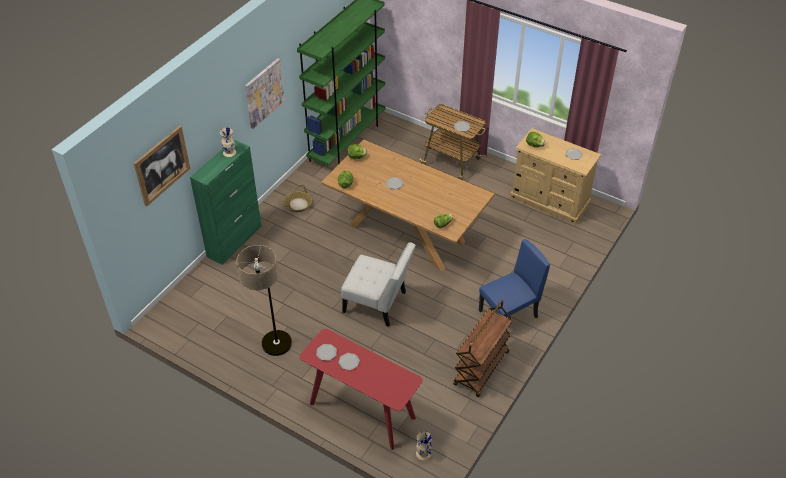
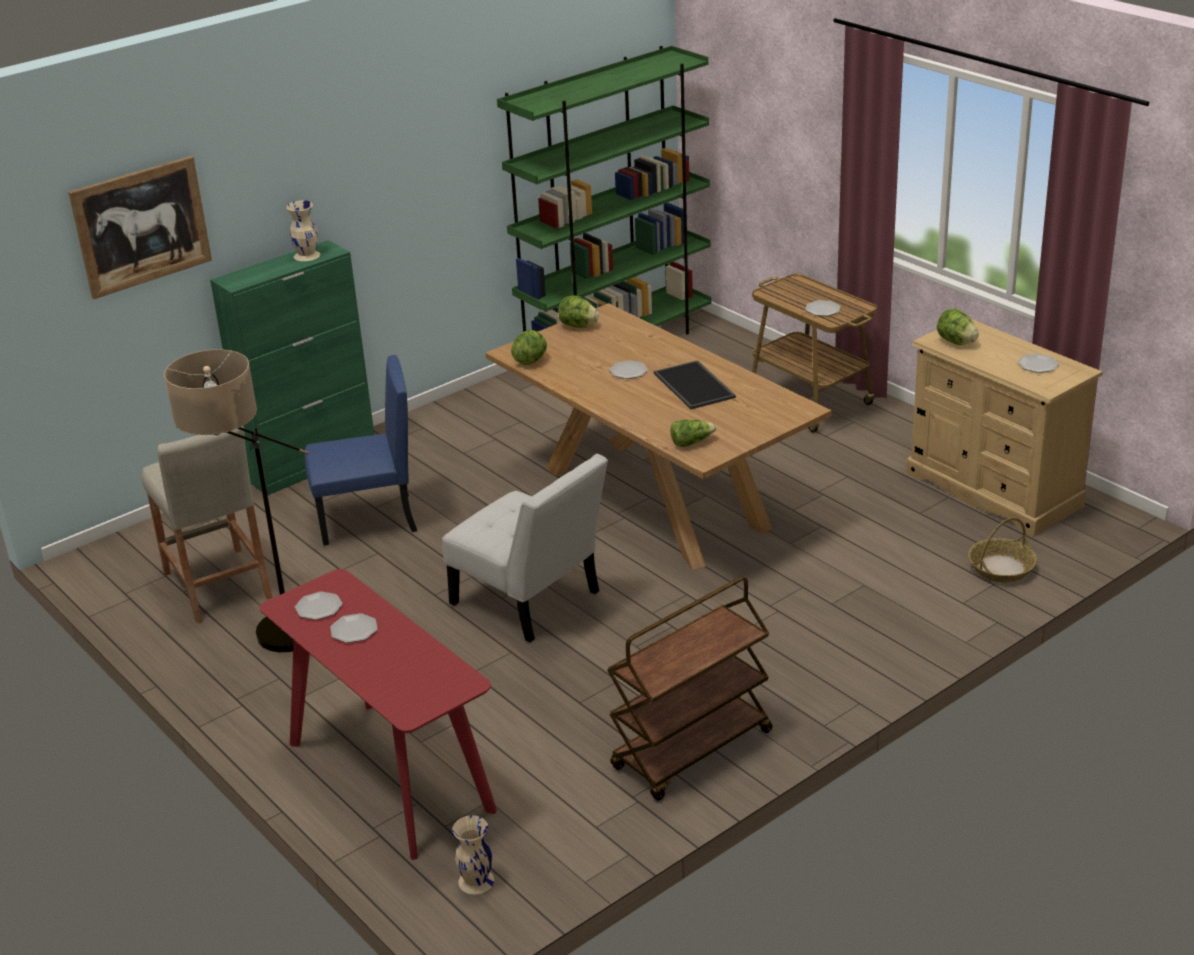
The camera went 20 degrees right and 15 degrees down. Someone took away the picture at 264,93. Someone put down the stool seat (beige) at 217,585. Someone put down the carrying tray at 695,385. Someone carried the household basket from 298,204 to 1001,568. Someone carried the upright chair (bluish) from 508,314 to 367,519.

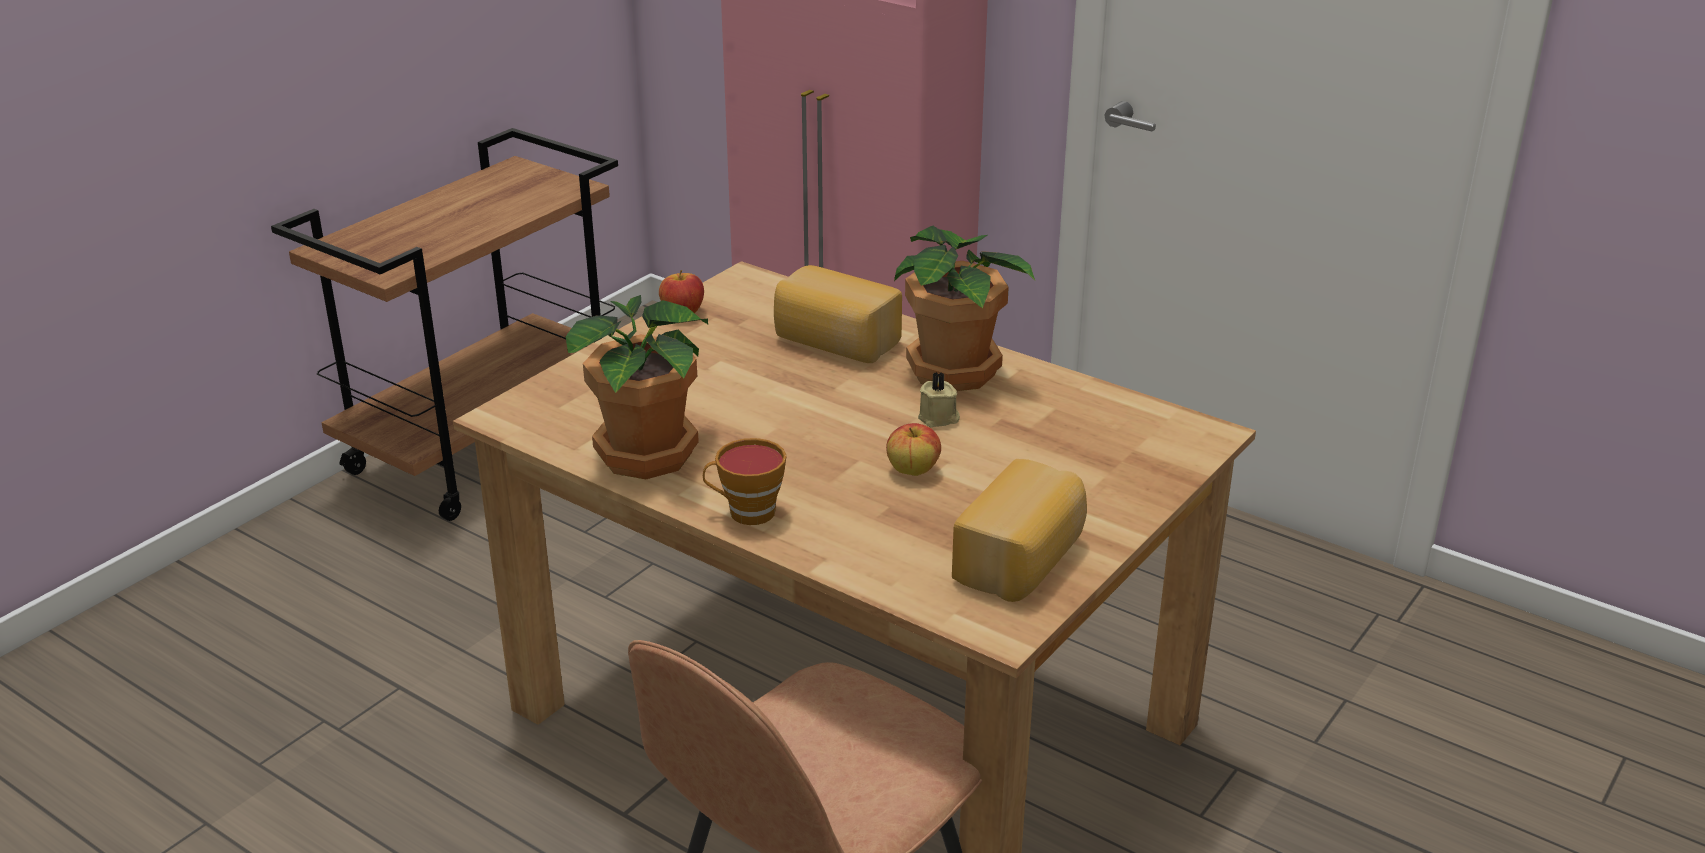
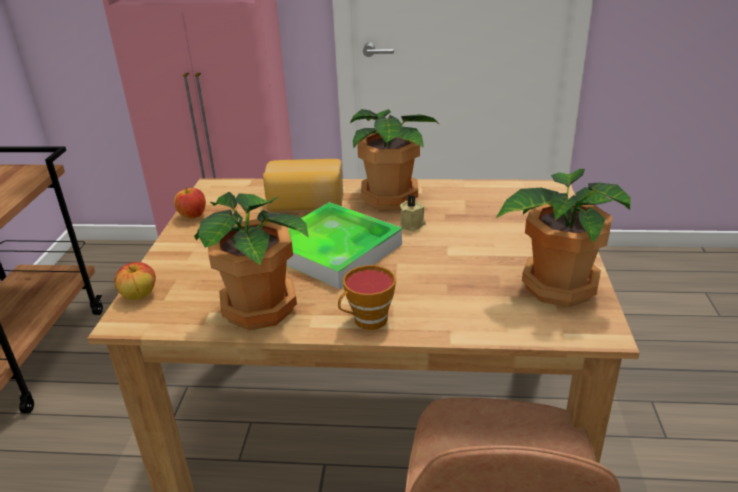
The camera went 30 degrees left and 0 degrees up. Someone put down the carrying tray at 334,250. Someone carried the whole apple from 913,470 to 139,295. Someone swapped the baked bread at 1022,560 for the houseplant at 556,286.

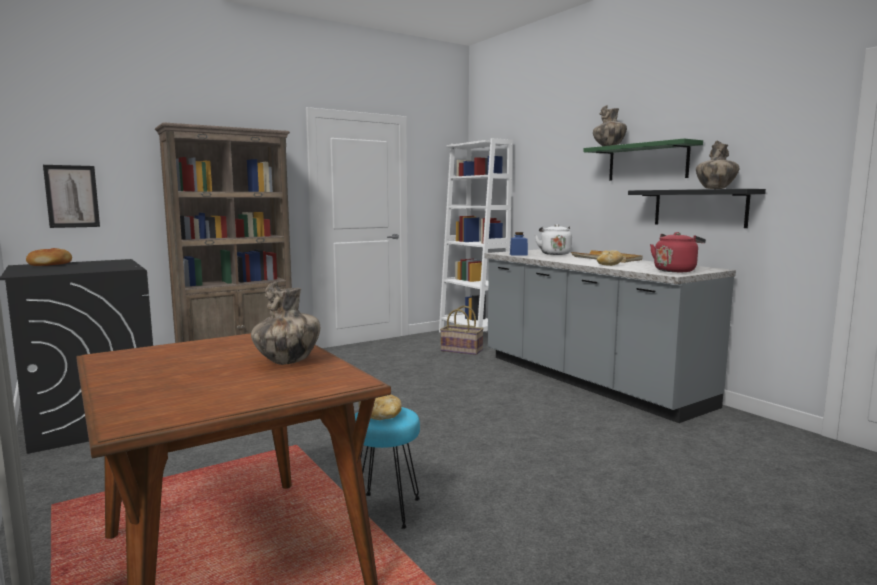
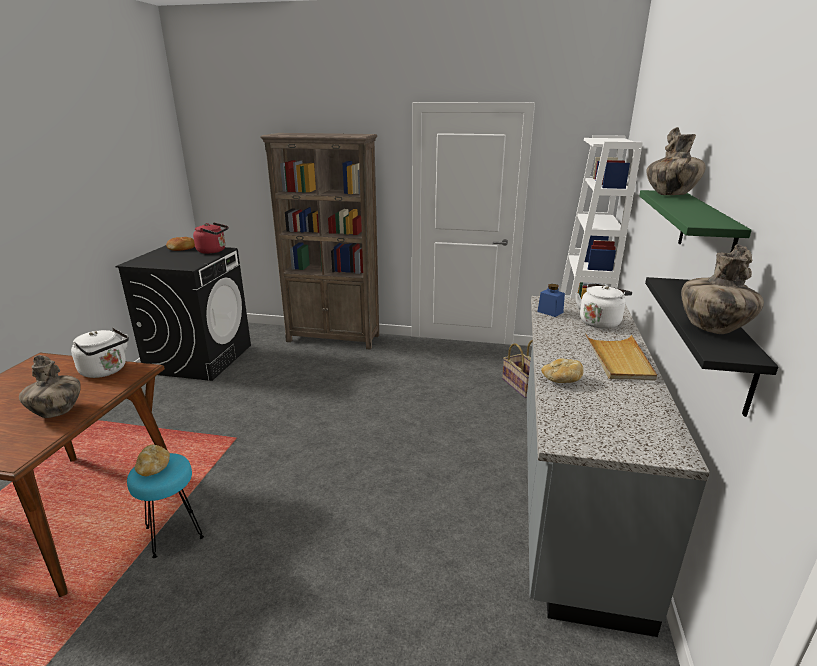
The camera went 45 degrees right and 15 degrees up. Someone took away the picture at 72,196. Someone put down the kettle (white) at 106,371. Someone carried the kettle (red) from 675,270 to 213,251.

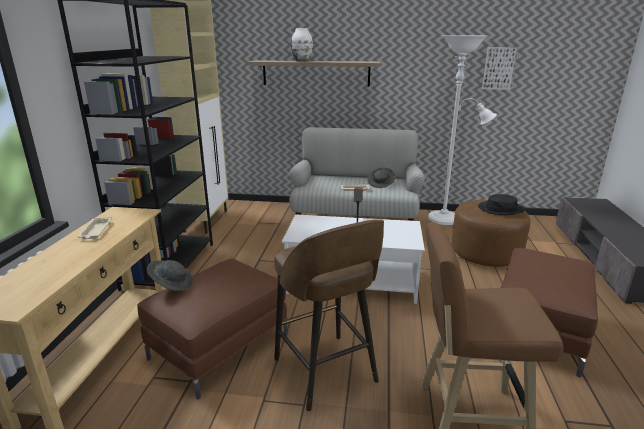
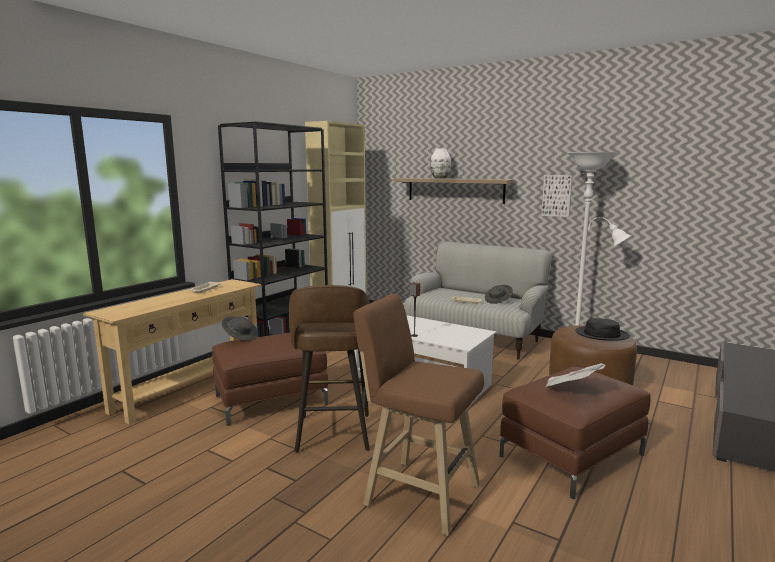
The camera went 25 degrees right and 10 degrees down. Someone put down the daily paper at 571,389. Someone carried the picture from 498,68 to 557,195.

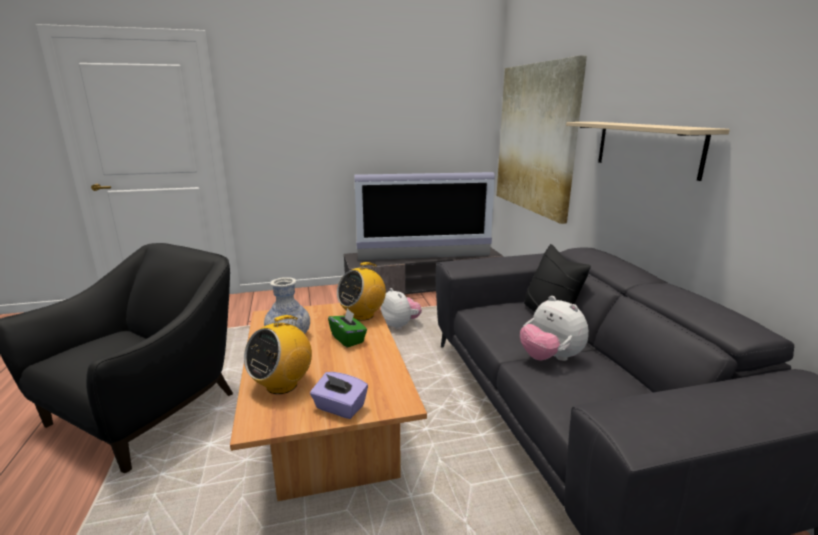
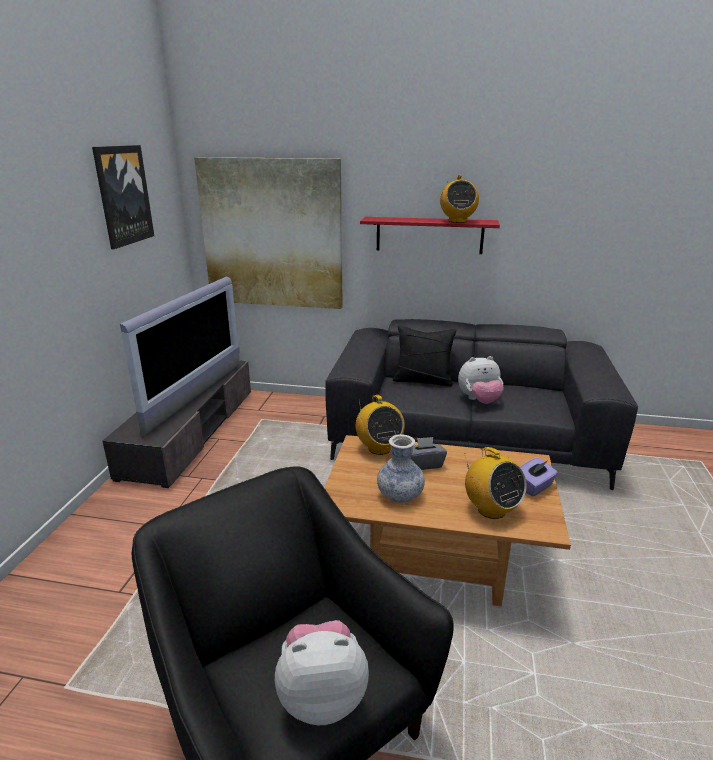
The camera went 65 degrees left and 5 degrees up. Someone put up the picture at 123,195. Someone put down the radio at 457,221. Someone carried the soft toy from 400,325 to 322,695. Someone repainted the tissue box (green-coloured) at 348,339, which became the tissue box (greyish) at 424,464. Someone repainted the shelf (beige) at 647,147, which became the shelf (red) at 429,235.

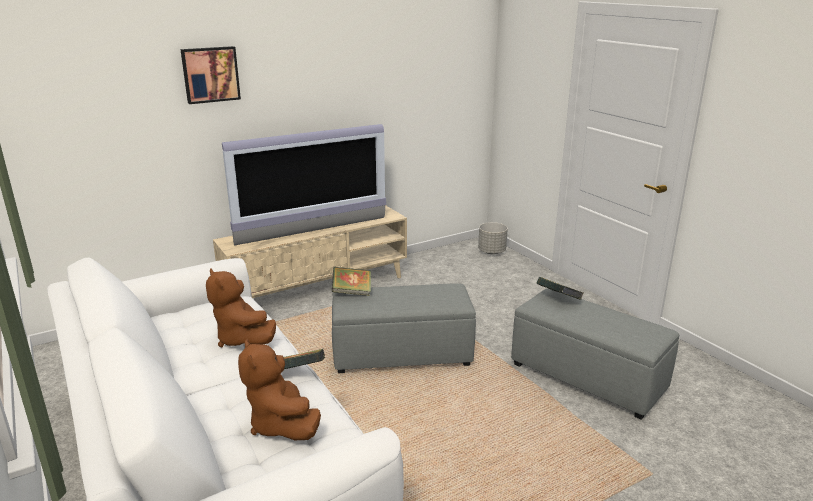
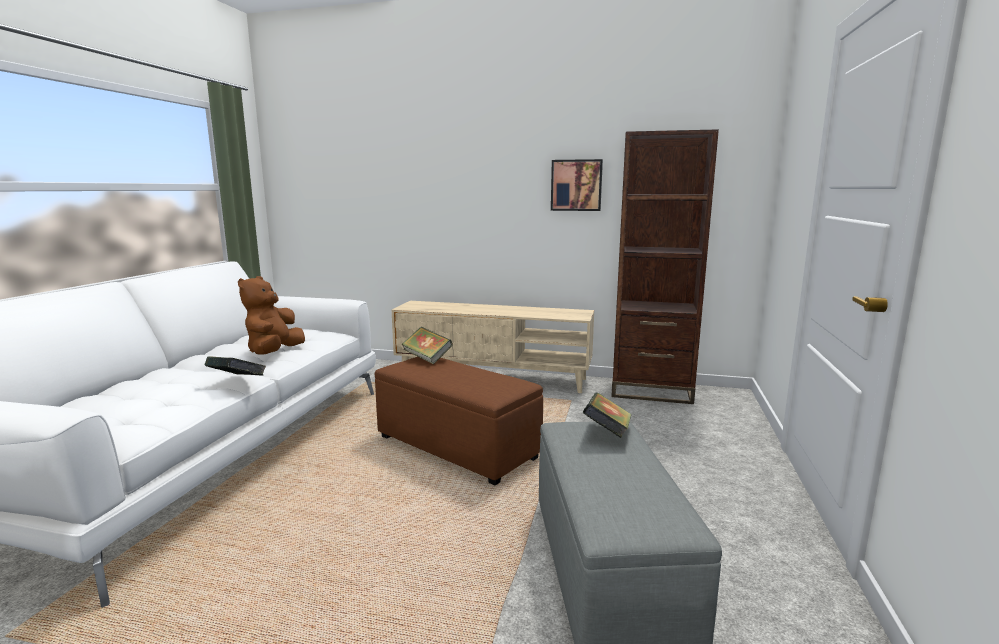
The camera went 45 degrees right and 10 degrees down. Someone took away the TV at 313,231. Someone took away the soft toy (brown) at 281,425. Someone took away the flower pot (greyish) at 492,251. Someone put down the shelving unit (brown) at 651,391. Someone carried the picture from 210,74 to 576,185. Someone repainted the pouffe (greyish) at 403,354, which became the pouffe (brown) at 457,448.

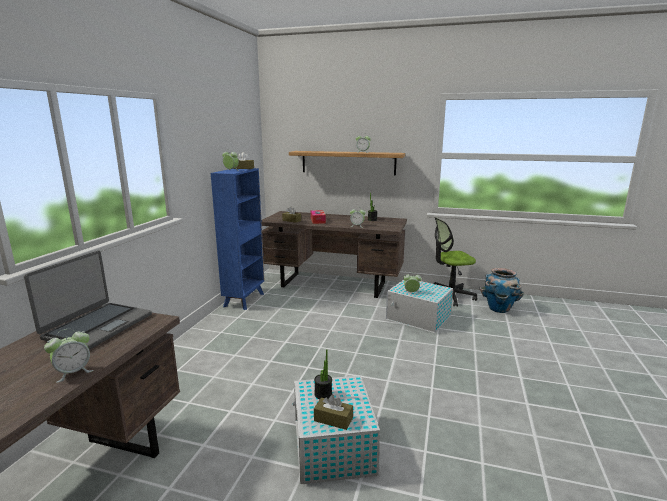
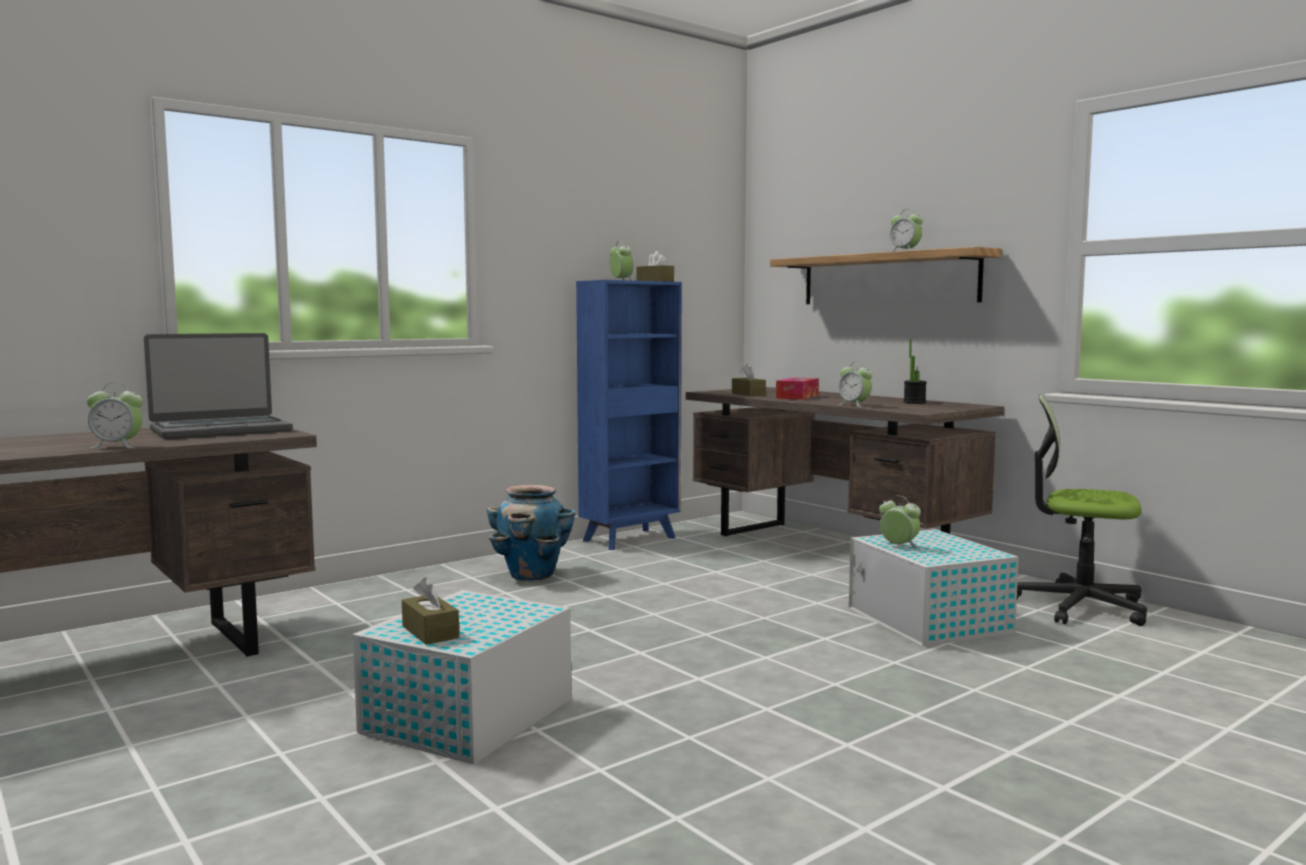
The camera went 35 degrees right and 10 degrees down. Someone took away the houseplant at 323,394. Someone carried the flower pot from 499,309 to 532,575.

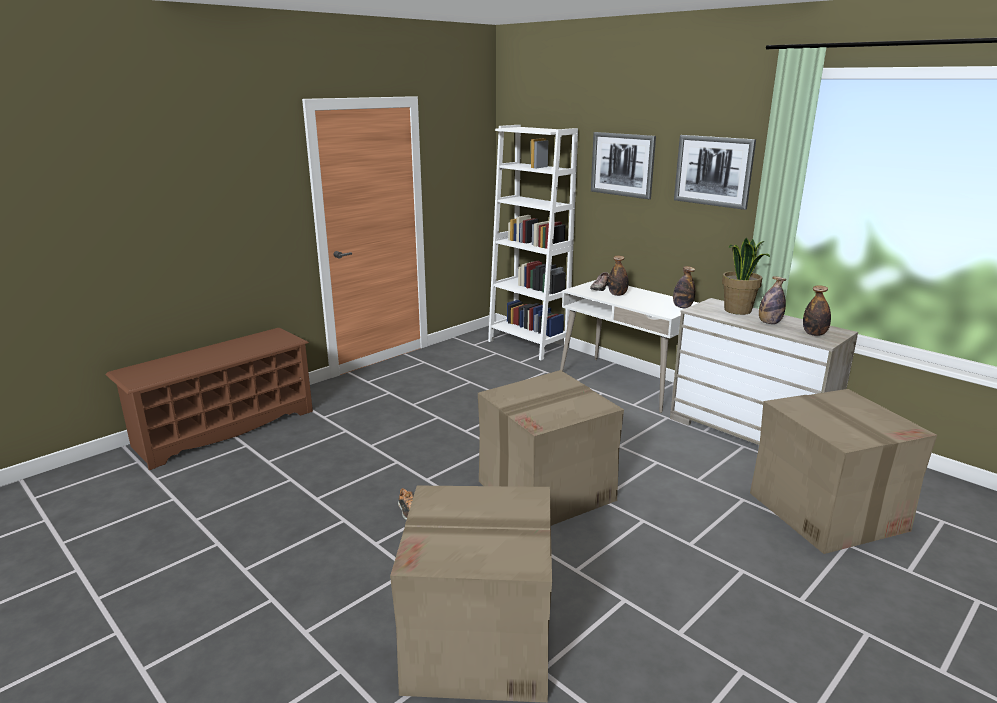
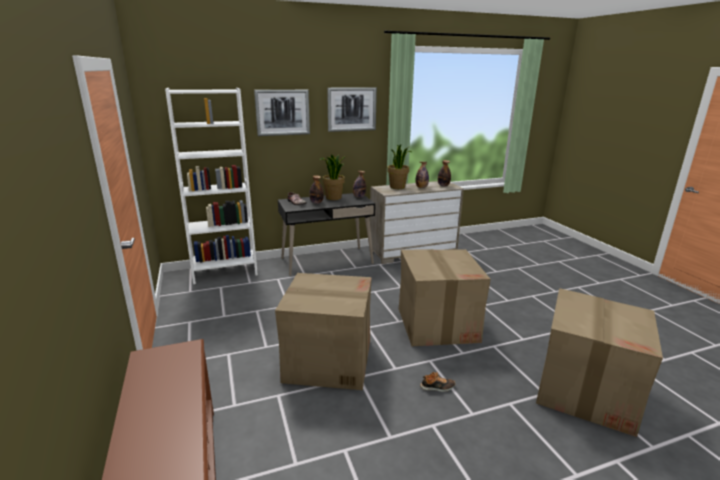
The camera went 65 degrees left and 0 degrees up. Someone put down the houseplant at 333,198. Someone carried the cardboard box from 826,510 to 327,360. Someone repainted the desk (white) at 625,384, which became the desk (black-coloured) at 327,261.

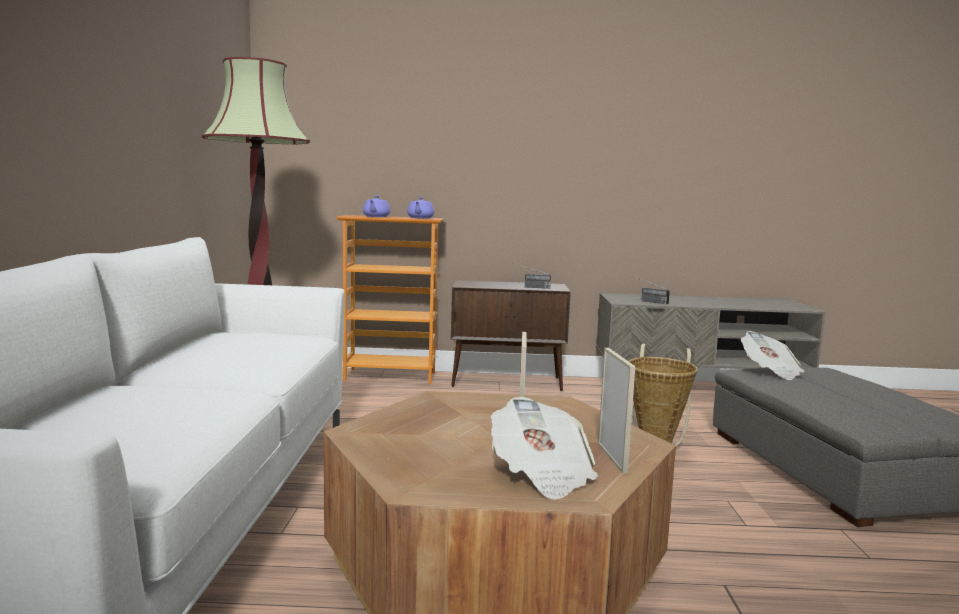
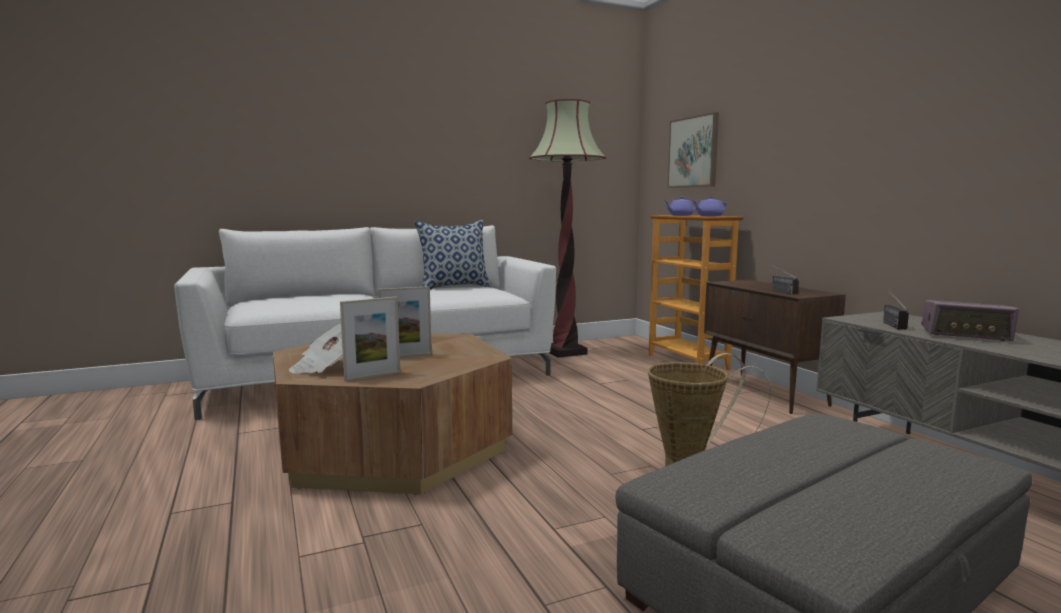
The camera went 65 degrees right and 0 degrees up. Someone took away the daily paper at 770,371. Someone put down the pillow at 454,287. Someone put up the picture at 693,152. Someone put down the radio at 965,335.

